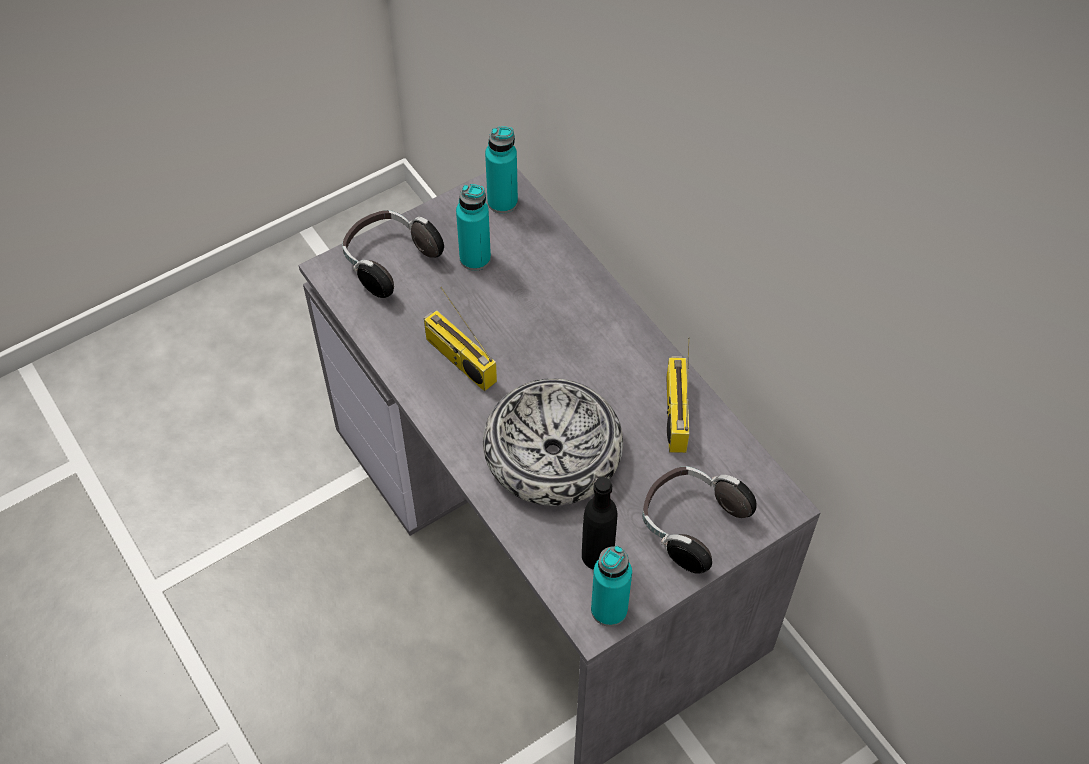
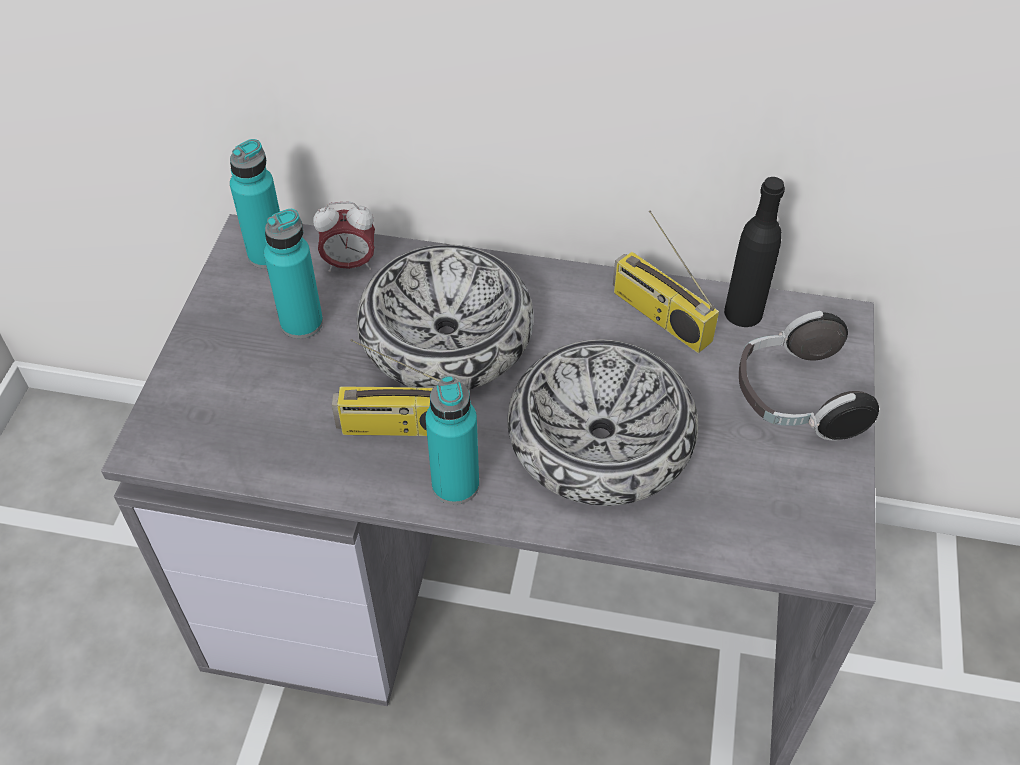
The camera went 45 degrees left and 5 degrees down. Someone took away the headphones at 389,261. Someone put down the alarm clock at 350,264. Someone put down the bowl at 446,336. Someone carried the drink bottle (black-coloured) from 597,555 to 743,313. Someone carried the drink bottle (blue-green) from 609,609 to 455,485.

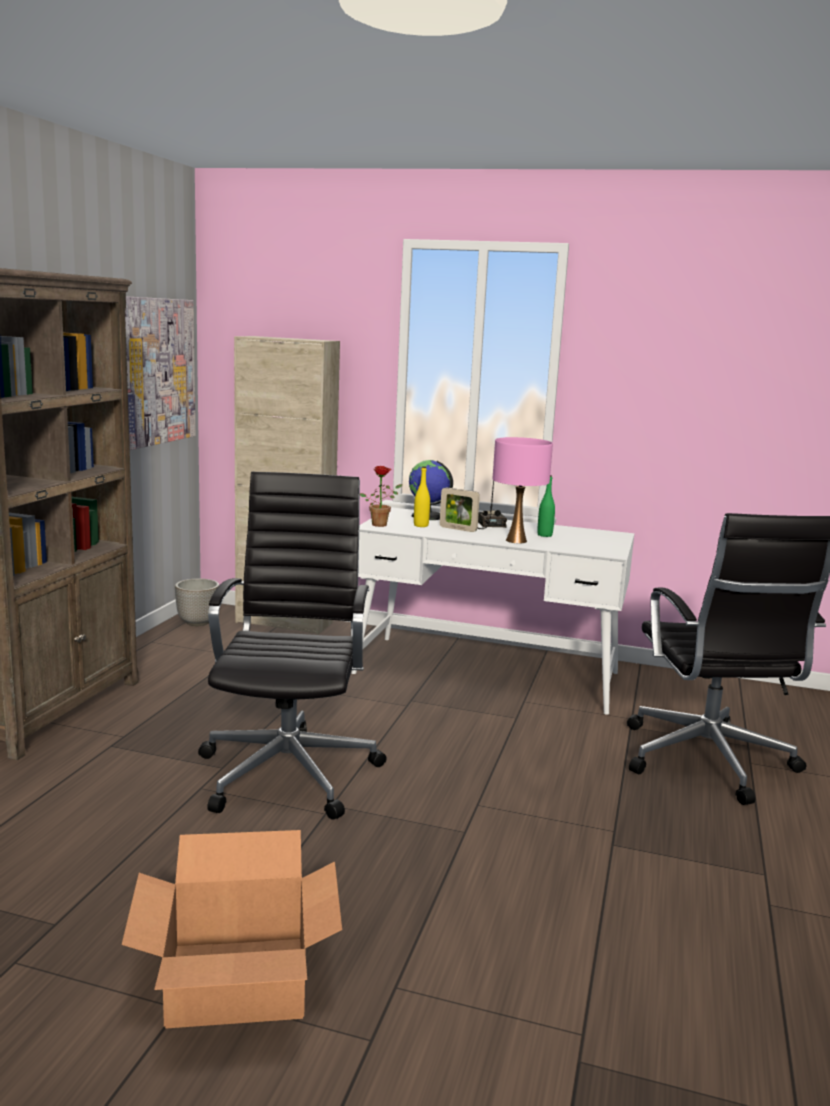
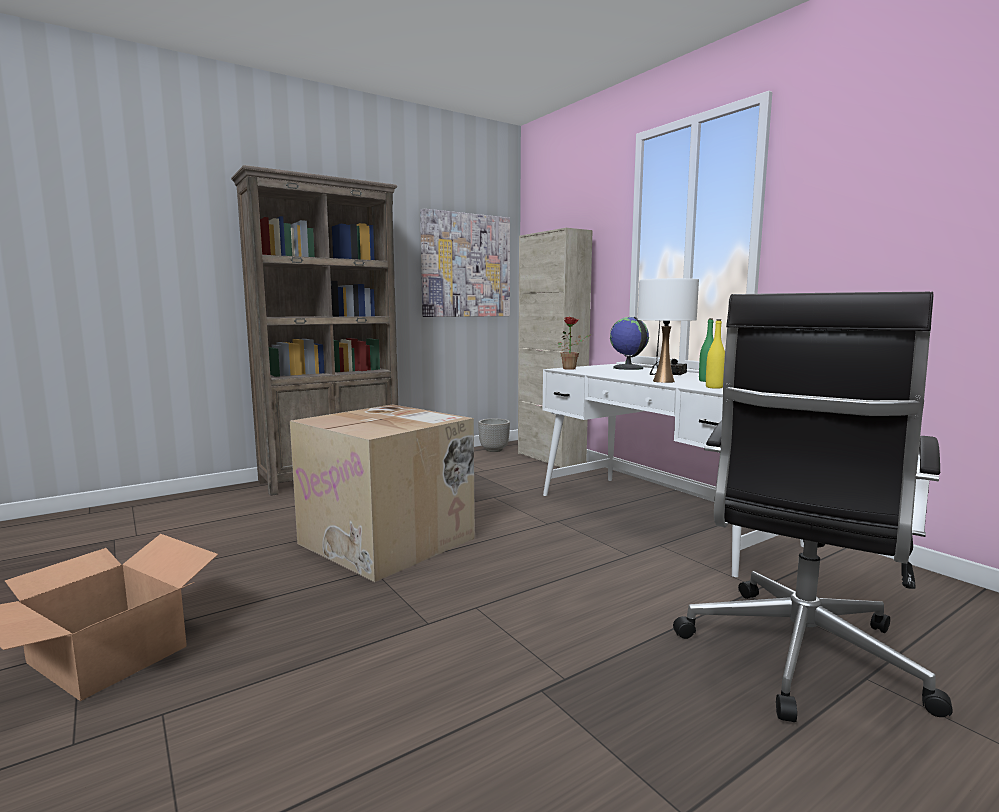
The camera went 40 degrees right and 5 degrees down. Someone took away the standing frame at 458,529. Someone carried the drink bottle (yellowish) from 421,525 to 714,387. Someone swapped the computer chair (black-coloured) at 290,770 for the cardboard box at 389,541. Someone repainted the tabletop lamp (pink) at 516,540, which became the tabletop lamp (white) at 664,381.

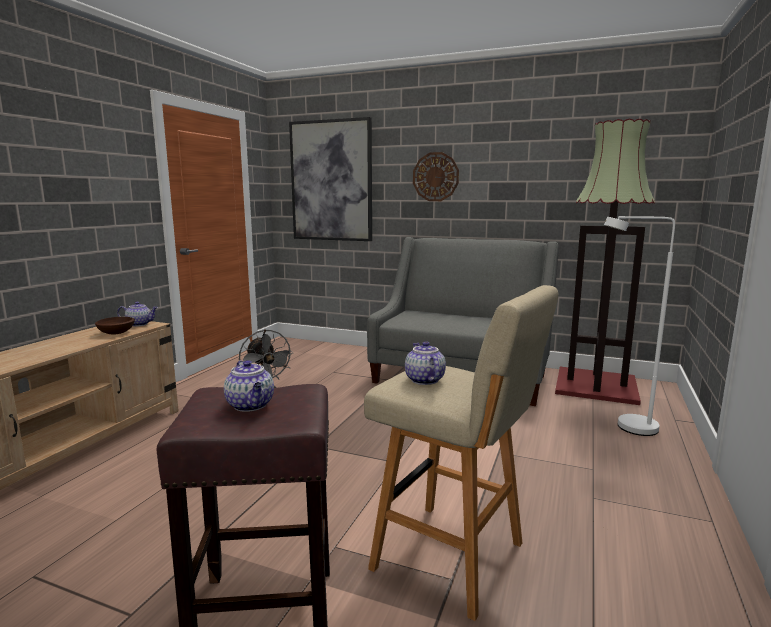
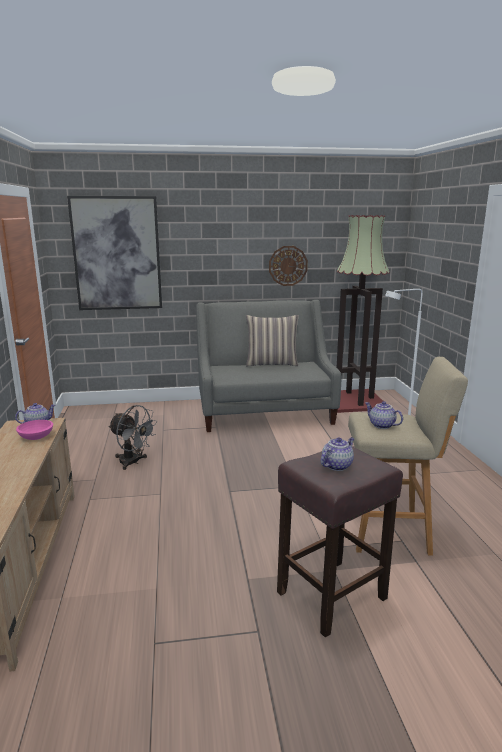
The camera went 30 degrees left and 5 degrees up. Someone put down the pillow at 272,364. Someone carried the hanging clock from 435,177 to 288,266. Someone repainted the bowl (brown) at 115,333, which became the bowl (pink) at 35,437. Someone rotated the pot for tea at 251,405 by 75 degrees counterclockwise.

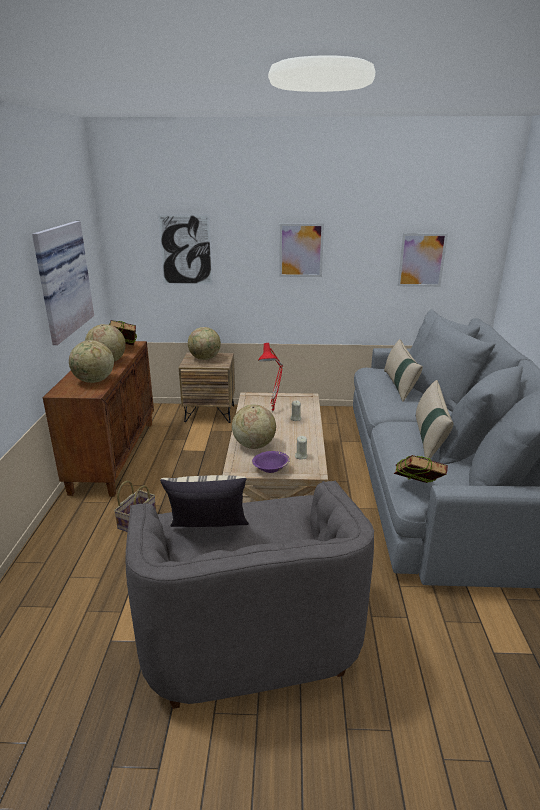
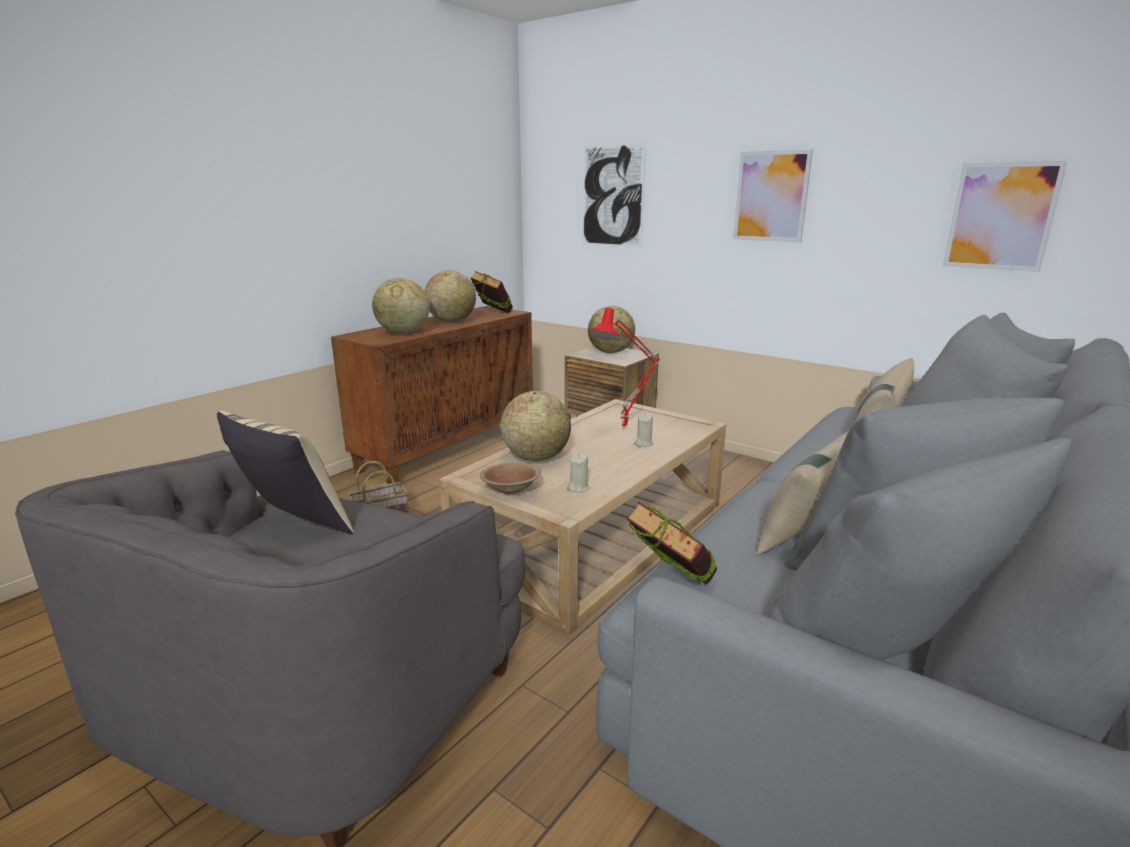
The camera went 35 degrees right and 5 degrees down. Someone took away the picture at 61,280. Someone repainted the bowl (purplish) at 270,469, which became the bowl (brown) at 510,489.

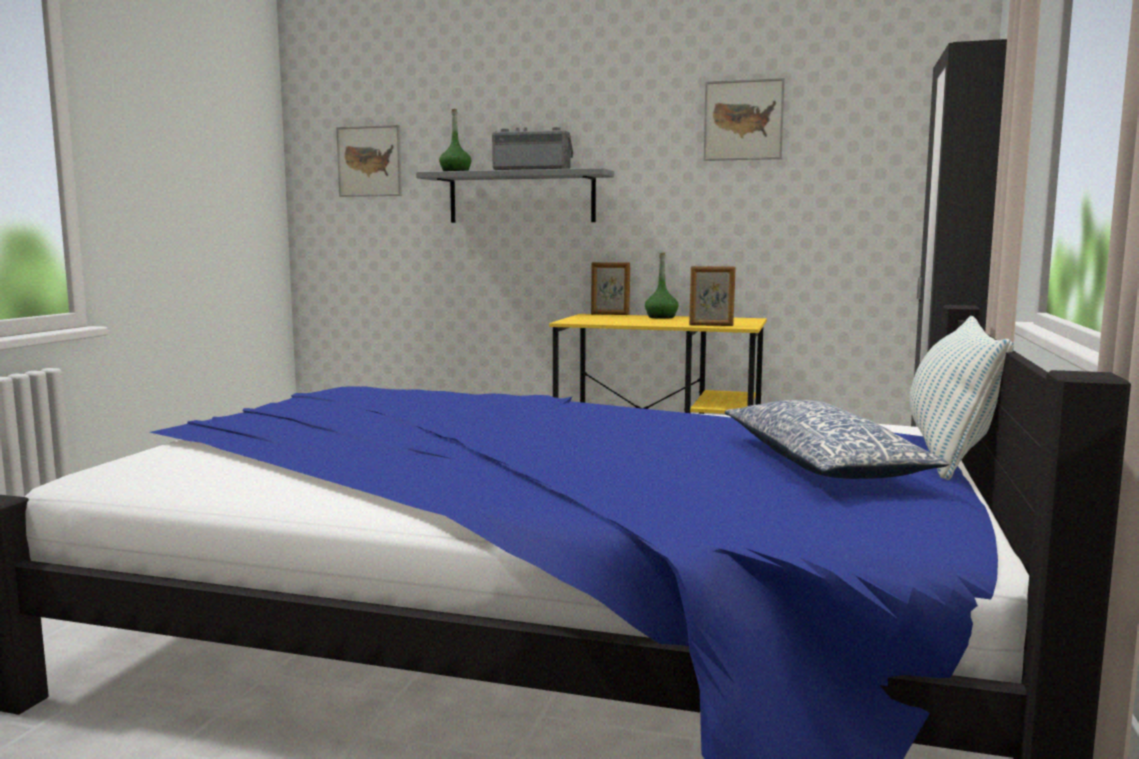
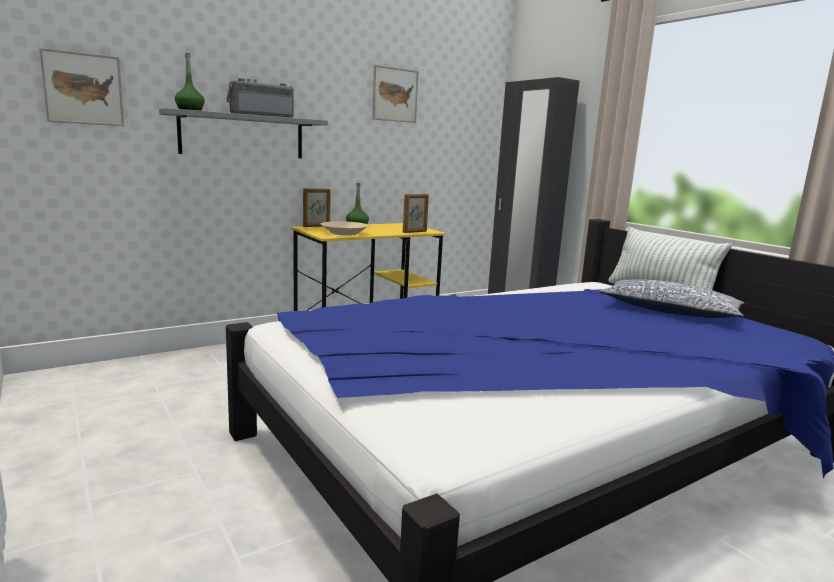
The camera went 50 degrees left and 5 degrees up. Someone put down the bowl (beige) at 344,233.

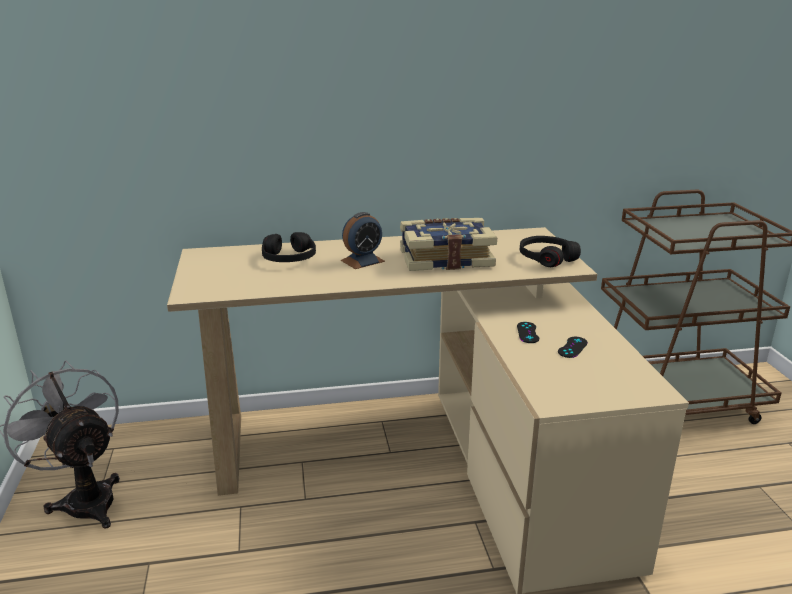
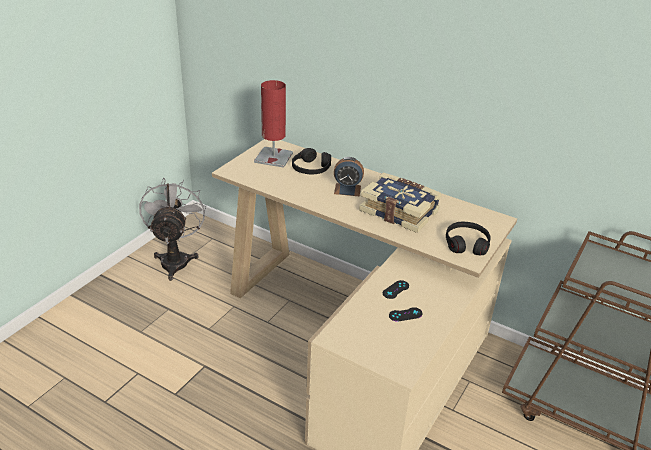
The camera went 40 degrees right and 10 degrees up. Someone put down the tabletop lamp (red) at 273,157.

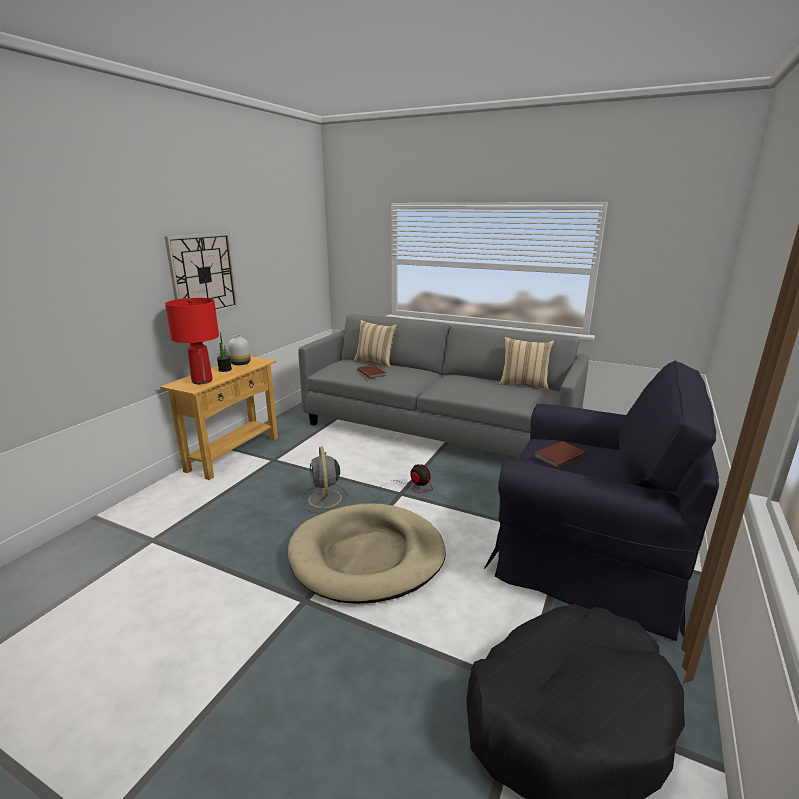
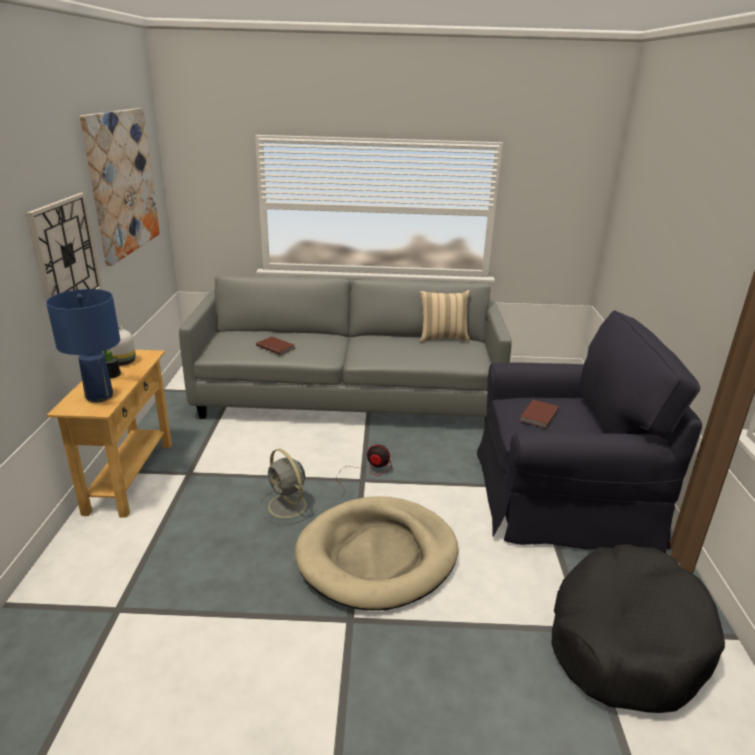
The camera went 25 degrees left and 5 degrees up. Someone took away the pillow (beige) at 375,362. Someone put up the picture at 122,183. Someone repainted the tabletop lamp (red) at 202,381, which became the tabletop lamp (bluish) at 99,396.

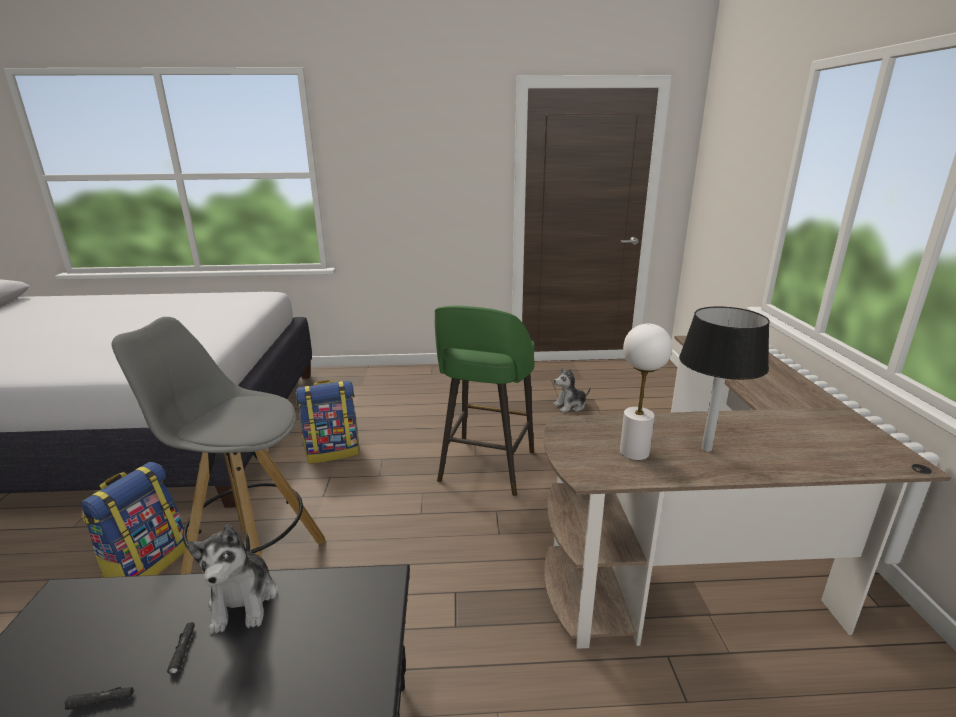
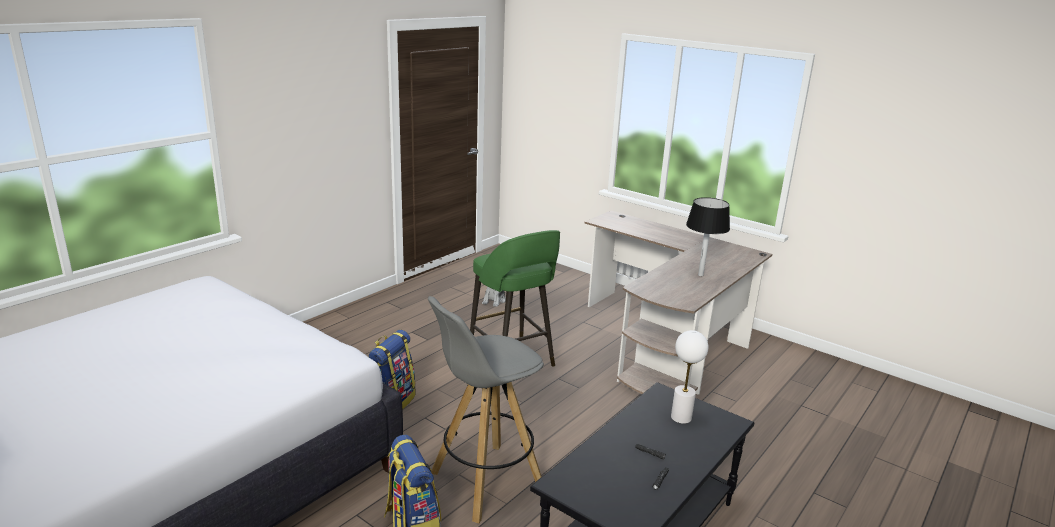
The camera went 50 degrees left and 0 degrees up. Someone took away the soft toy at 243,600. Someone carried the tabletop lamp (white) from 634,452 to 681,417.

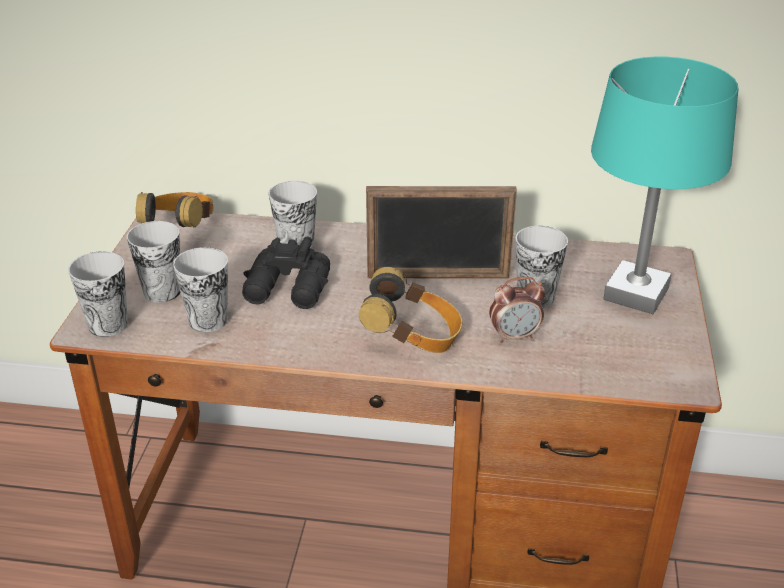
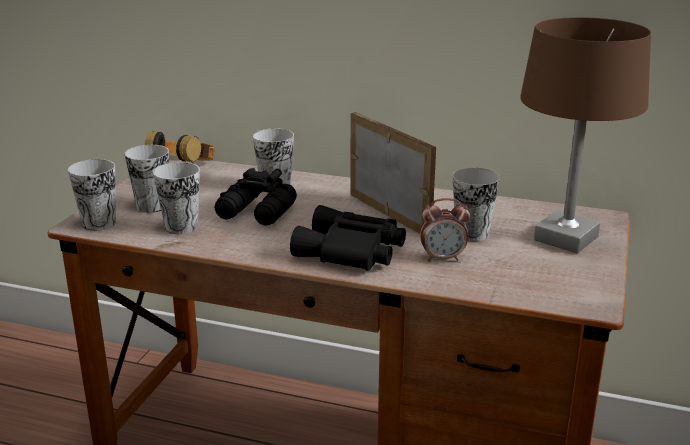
The camera went 10 degrees right and 10 degrees down. Someone swapped the headphones at 413,338 for the field glasses (black-coloured) at 351,252. Someone repainted the tabletop lamp (blue-green) at 637,294, which became the tabletop lamp (brown) at 566,238. Someone rotated the standing frame at 438,277 by 135 degrees counterclockwise.

